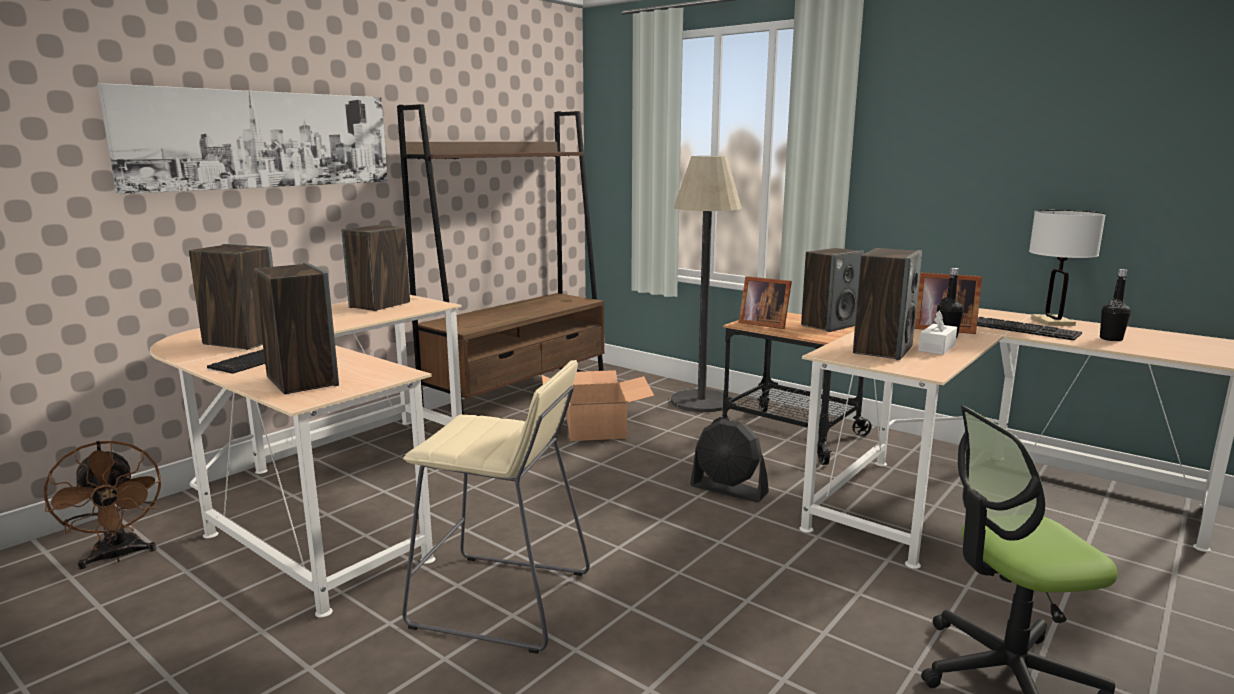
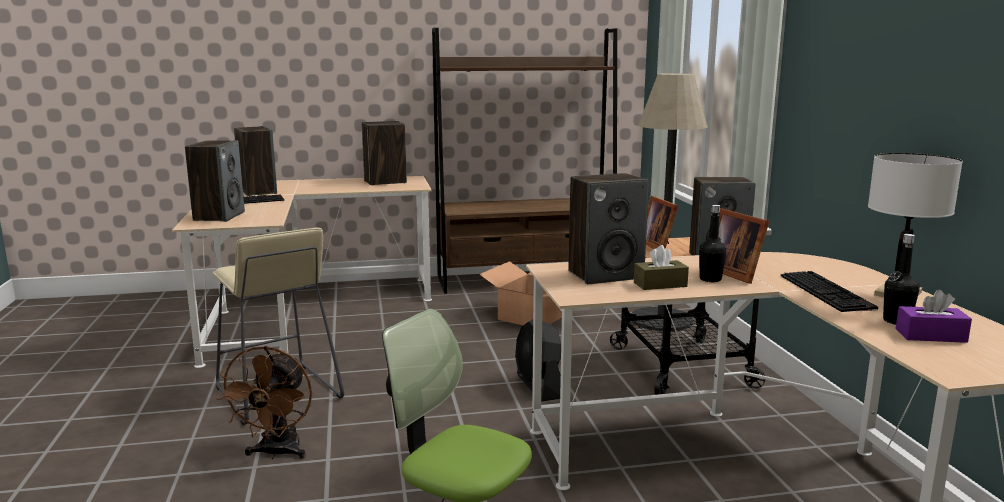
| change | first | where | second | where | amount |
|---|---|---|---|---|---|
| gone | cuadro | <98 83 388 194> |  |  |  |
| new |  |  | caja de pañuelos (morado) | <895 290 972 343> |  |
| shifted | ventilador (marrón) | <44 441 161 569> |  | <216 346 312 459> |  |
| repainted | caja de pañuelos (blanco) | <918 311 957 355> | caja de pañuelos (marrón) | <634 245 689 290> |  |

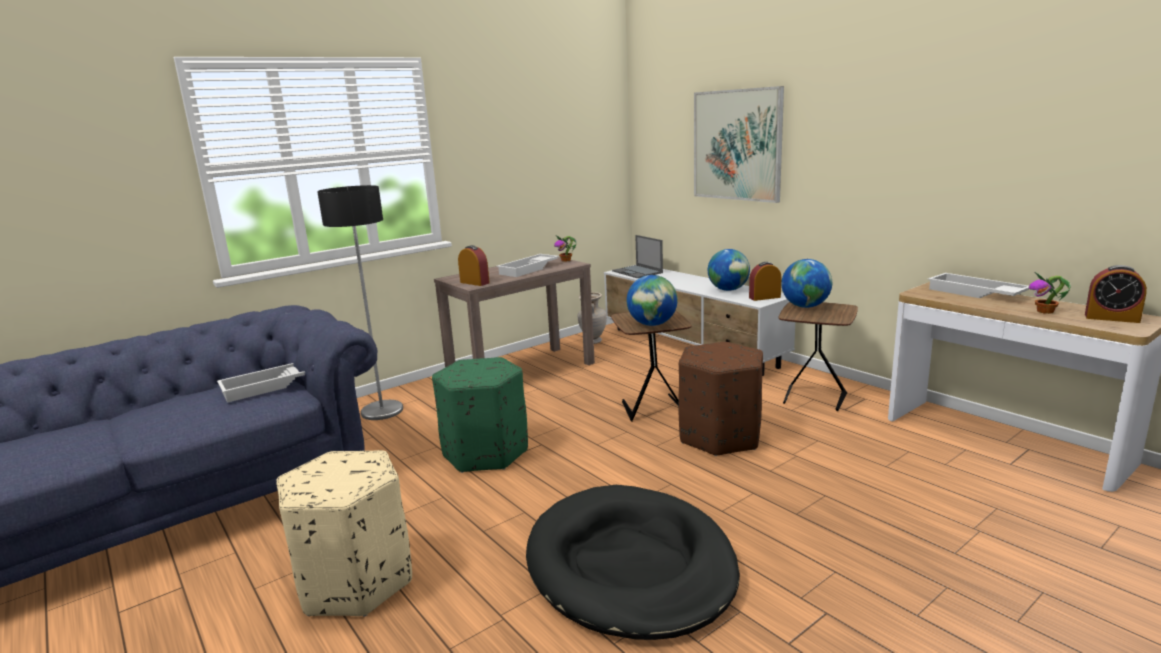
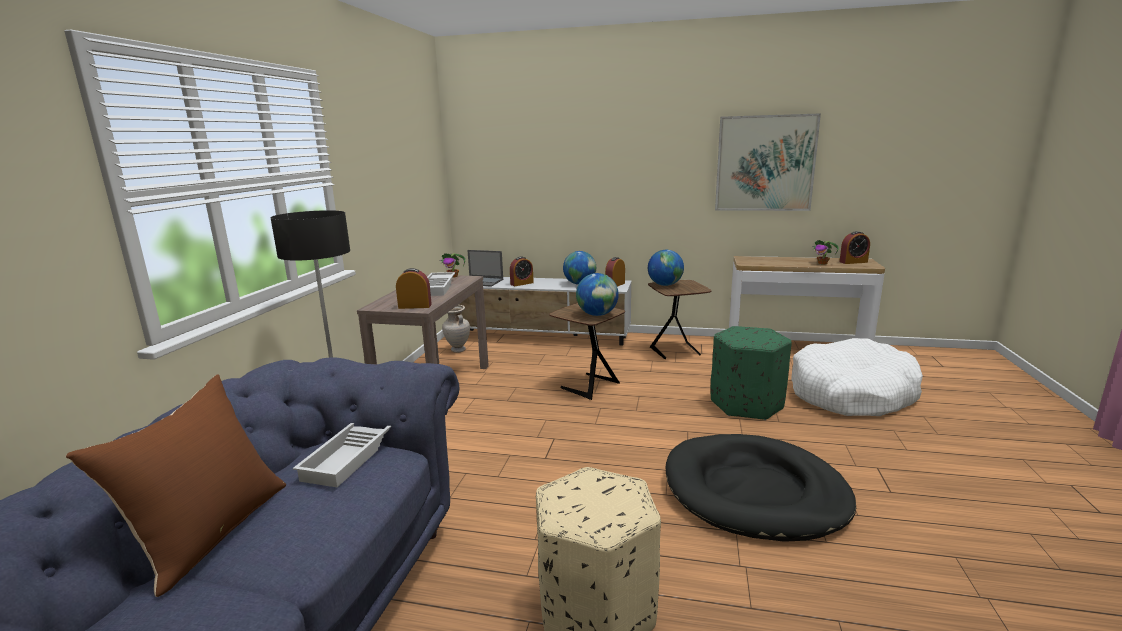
| change | first | where | second | where | amount |
|---|---|---|---|---|---|
| gone | puf (marrón) | <678 342 763 456> |  |  |  |
| gone | bandeja (blanco) | <928 273 1029 298> |  |  |  |
| new |  |  | cojín (marrón) | <66 374 286 597> |  |
| new |  |  | despertador | <510 256 534 286> |  |
| new |  |  | cama para perro (blanco) | <791 338 923 416> |  |
| shifted | puf (verde) | <432 357 528 473> |  | <711 326 792 420> |  |
| shifted | cuadro | <694 86 784 203> |  | <715 113 821 211> |  |

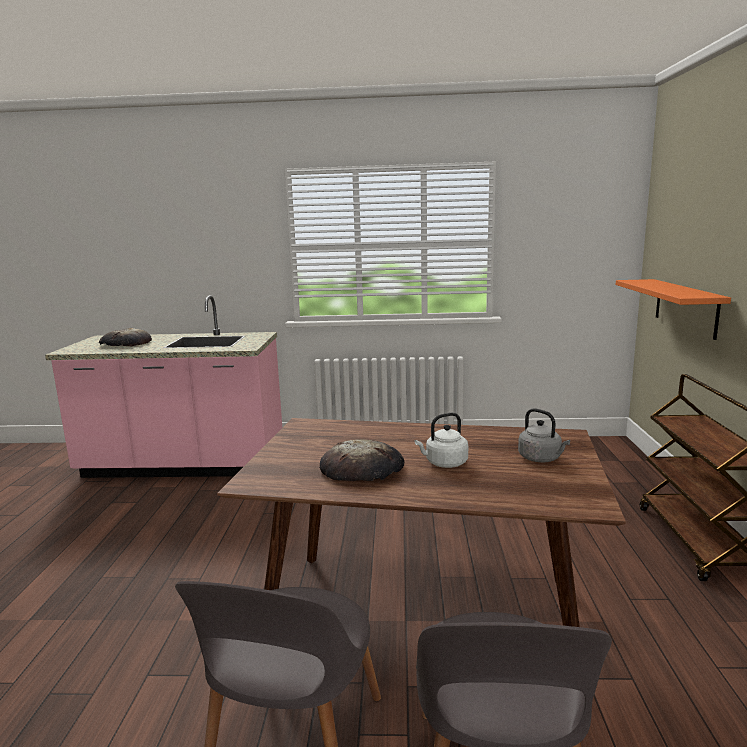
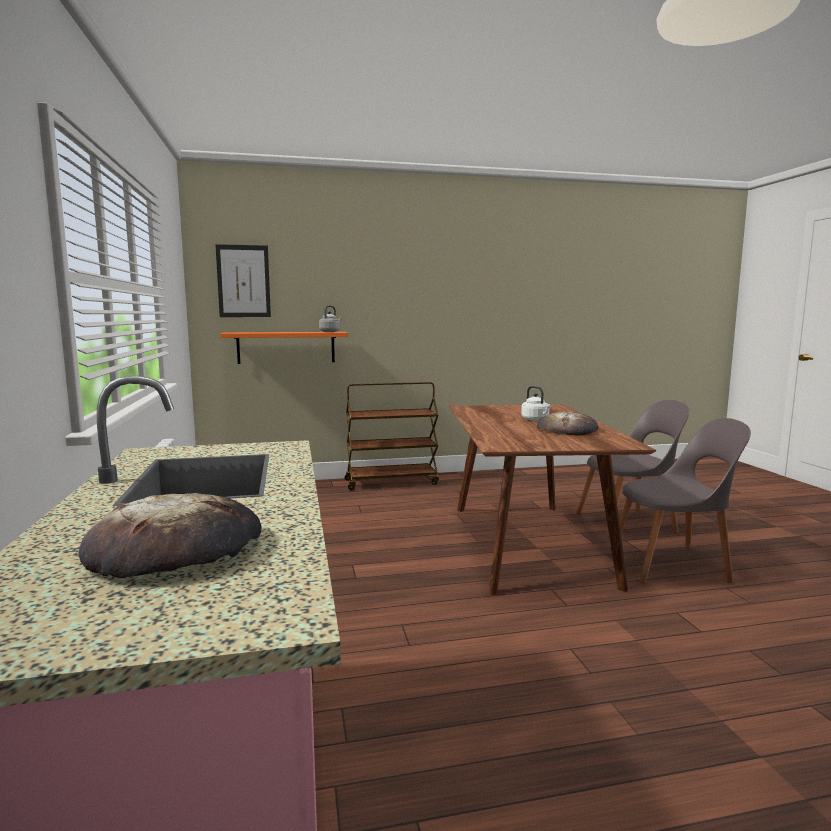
| change | first | where | second | where | amount |
|---|---|---|---|---|---|
| new |  |  | cuadro | <215 244 271 317> |  |
| shifted | hervidor (gris) | <518 408 570 462> |  | <319 305 342 332> |  |

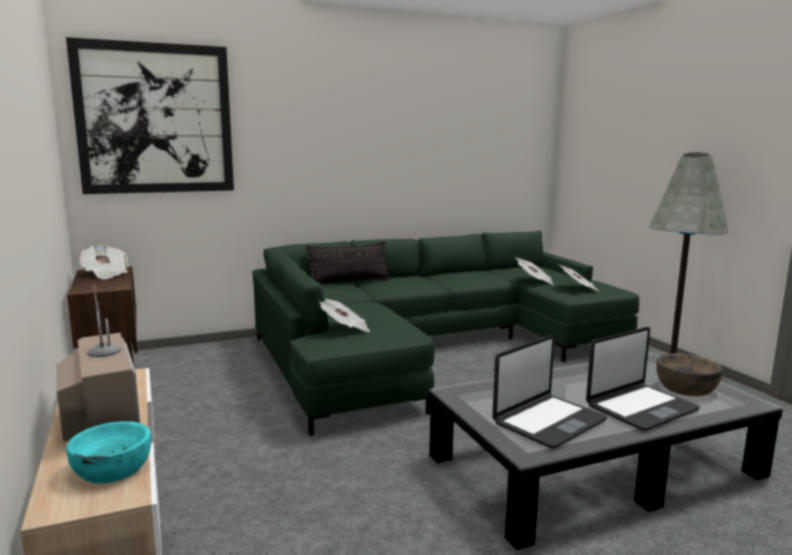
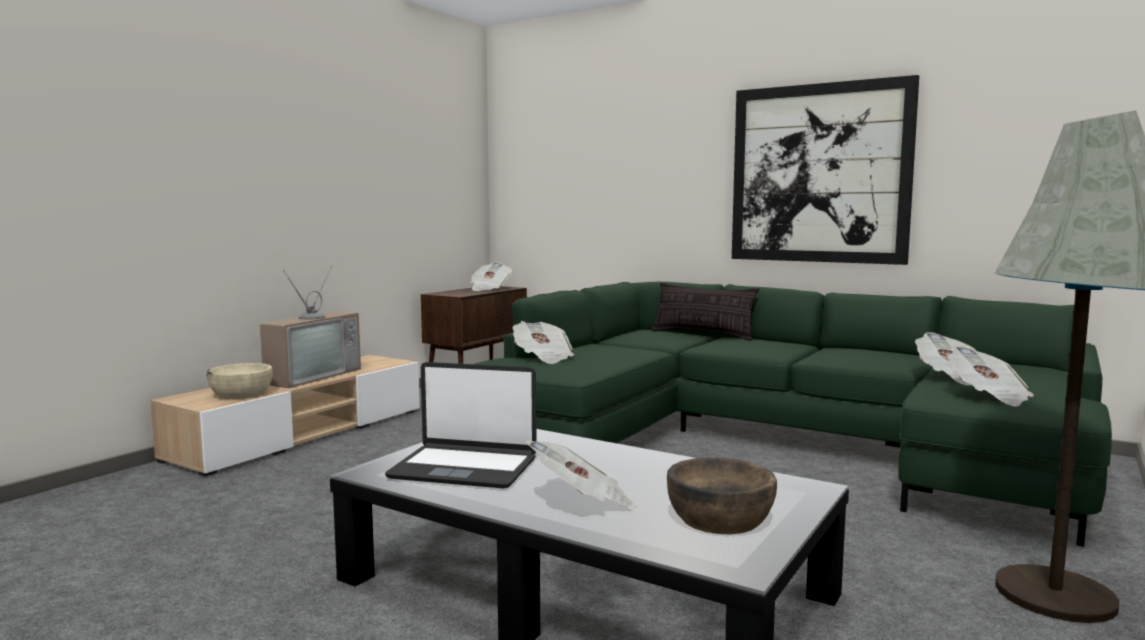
| change | first | where | second | where | amount |
|---|---|---|---|---|---|
| shifted | cuadro | <66 37 234 194> |  | <732 75 919 265> |  |
| swapped | portátil | <586 327 700 431> | periódico | <526 440 636 508> |  |
| repainted | cuenco (turquesa) | <66 421 152 484> | cuenco (beis) | <207 363 273 399> |  |

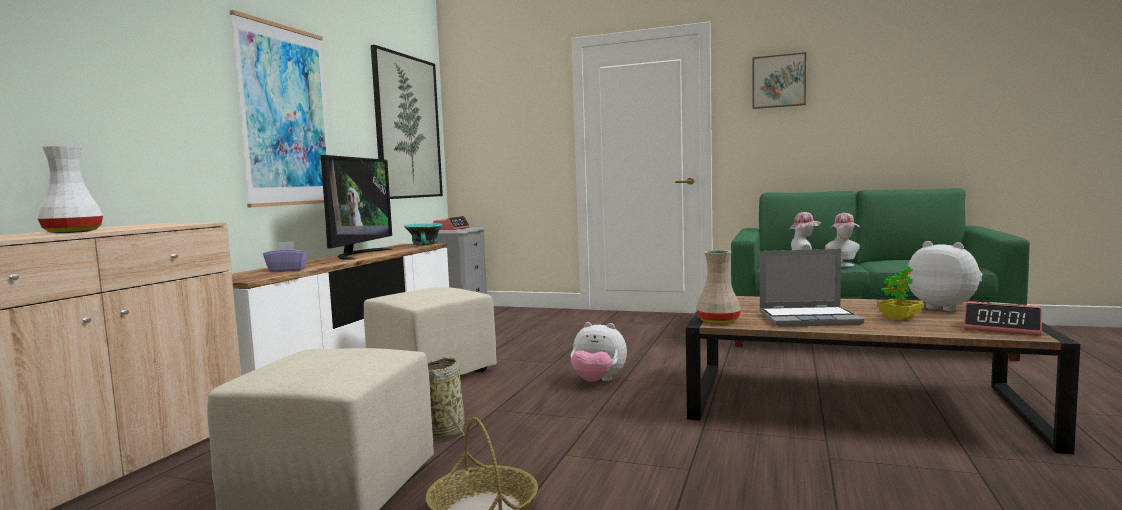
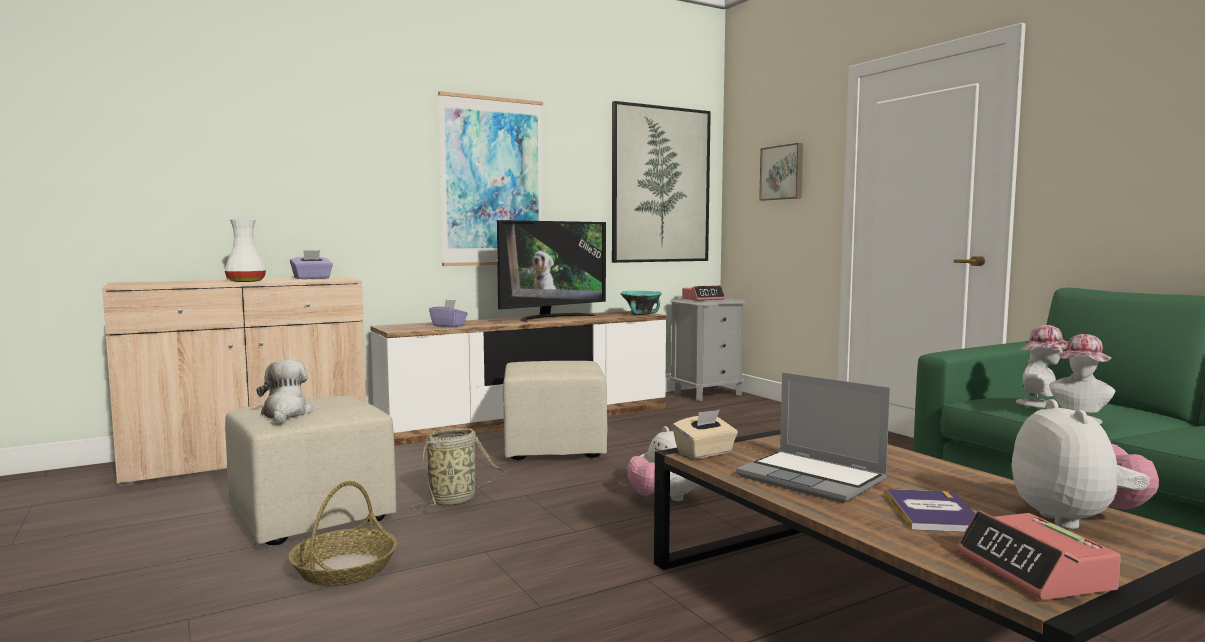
| change | first | where | second | where | amount |
|---|---|---|---|---|---|
| new |  |  | peluche | <257 360 313 423> |  |
| new |  |  | caja de pañuelos (morado) | <290 250 333 279> |  |
| shifted | cuadro | <752 52 806 109> |  | <759 143 803 200> |  |
| swapped | florero (beis) | <696 250 741 324> | caja de pañuelos (beis) | <672 410 738 459> |  |
| swapped | planta en maceta | <877 266 924 321> | libro | <886 489 975 532> |  |

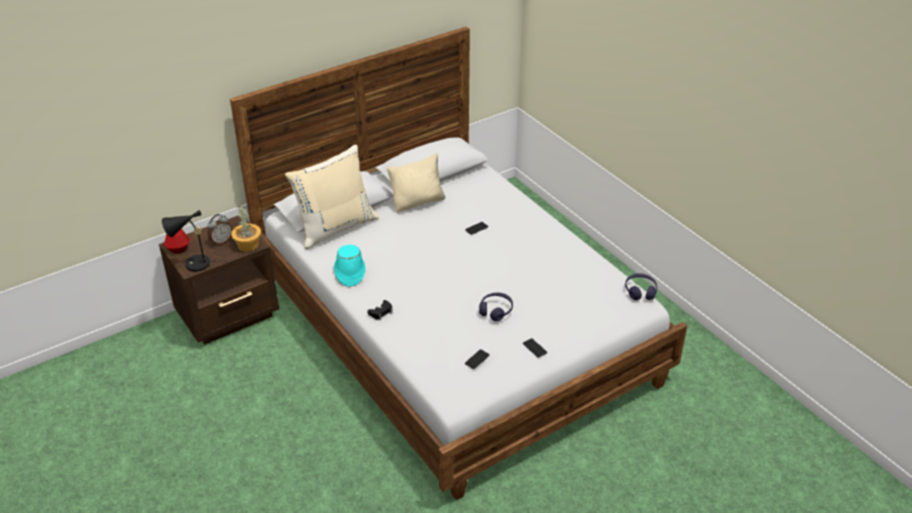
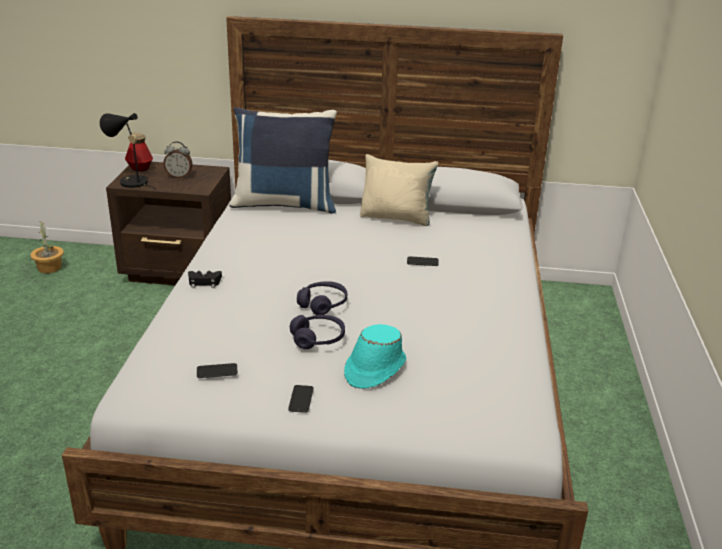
| change | first | where | second | where | amount |
|---|---|---|---|---|---|
| shifted | planta en maceta | <231 206 261 252> |  | <30 220 64 273> |  |
| shifted | sombrero (turquesa) | <334 245 365 287> |  | <344 324 406 389> |  |
| shifted | auriculares (morado) | <625 273 657 300> |  | <297 281 347 315> |  |
| repainted | cojín (beis) | <285 145 379 249> | cojín (azul) | <229 107 337 214> |  |

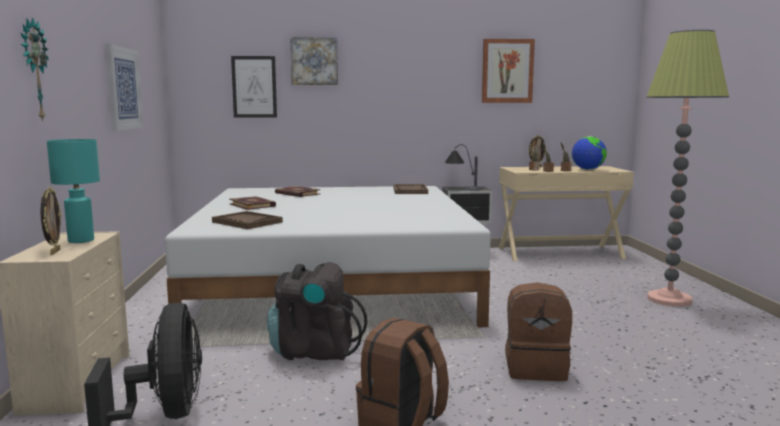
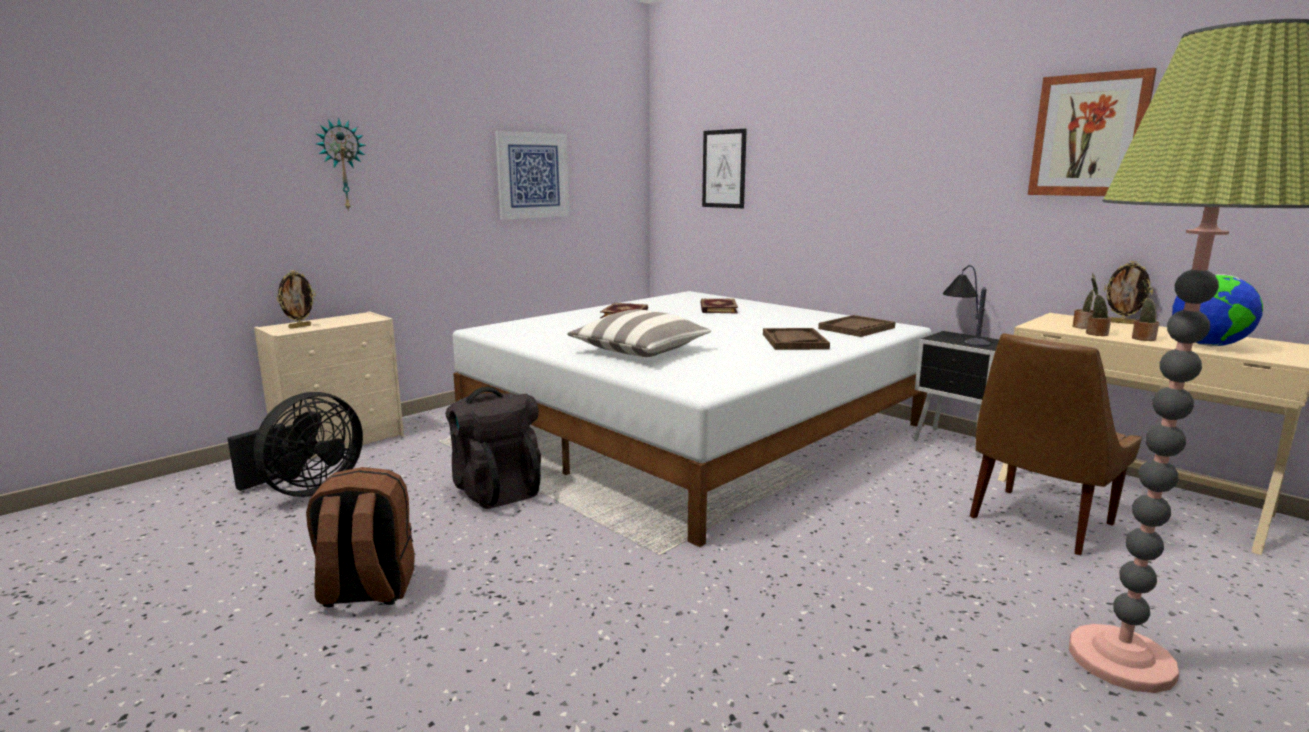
| change | first | where | second | where | amount |
|---|---|---|---|---|---|
| gone | lámpara de mesa (turquesa) | <47 139 100 243> |  |  |  |
| gone | cuadro | <290 37 338 85> |  |  |  |
| gone | mochila (marrón) | <505 282 572 381> |  |  |  |
| new |  |  | cojín | <567 309 711 357> |  |
| new |  |  | silla (marrón) | <970 333 1142 555> |  |
| shifted | bandeja (marrón) | <212 211 283 229> |  | <763 328 830 350> |  |

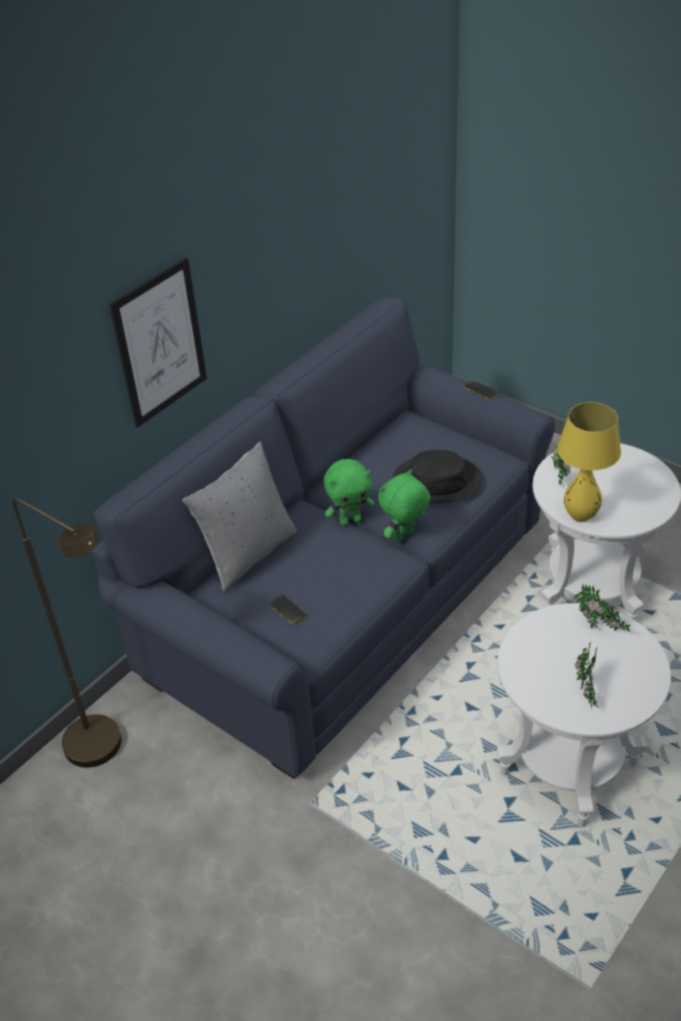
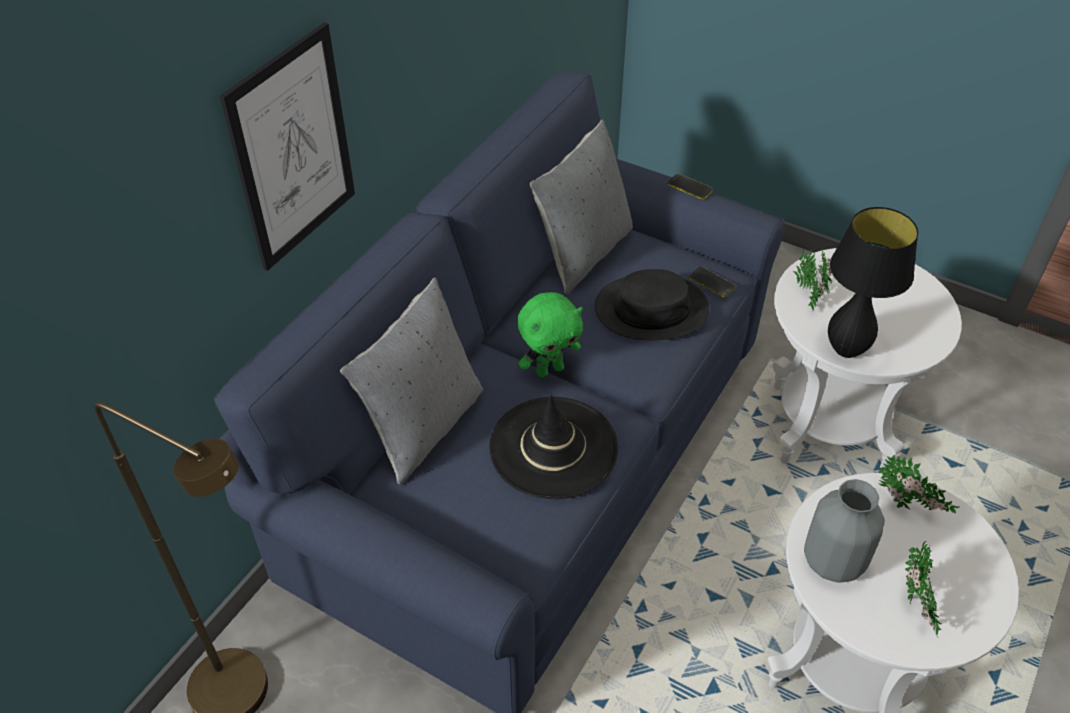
| change | first | where | second | where | amount |
|---|---|---|---|---|---|
| gone | peluche (verde) | <378 469 430 542> |  |  |  |
| new |  |  | sombrero (negro) | <489 395 618 499> |  |
| new |  |  | cojín (gris) | <530 119 633 294> |  |
| new |  |  | florero (gris) | <804 479 885 583> |  |
| shifted | móvil | <269 594 307 625> |  | <689 266 735 297> |  |
| repainted | lámpara de mesa (amarillo) | <557 402 621 522> | lámpara de mesa (negro) | <828 207 918 358> |  |

